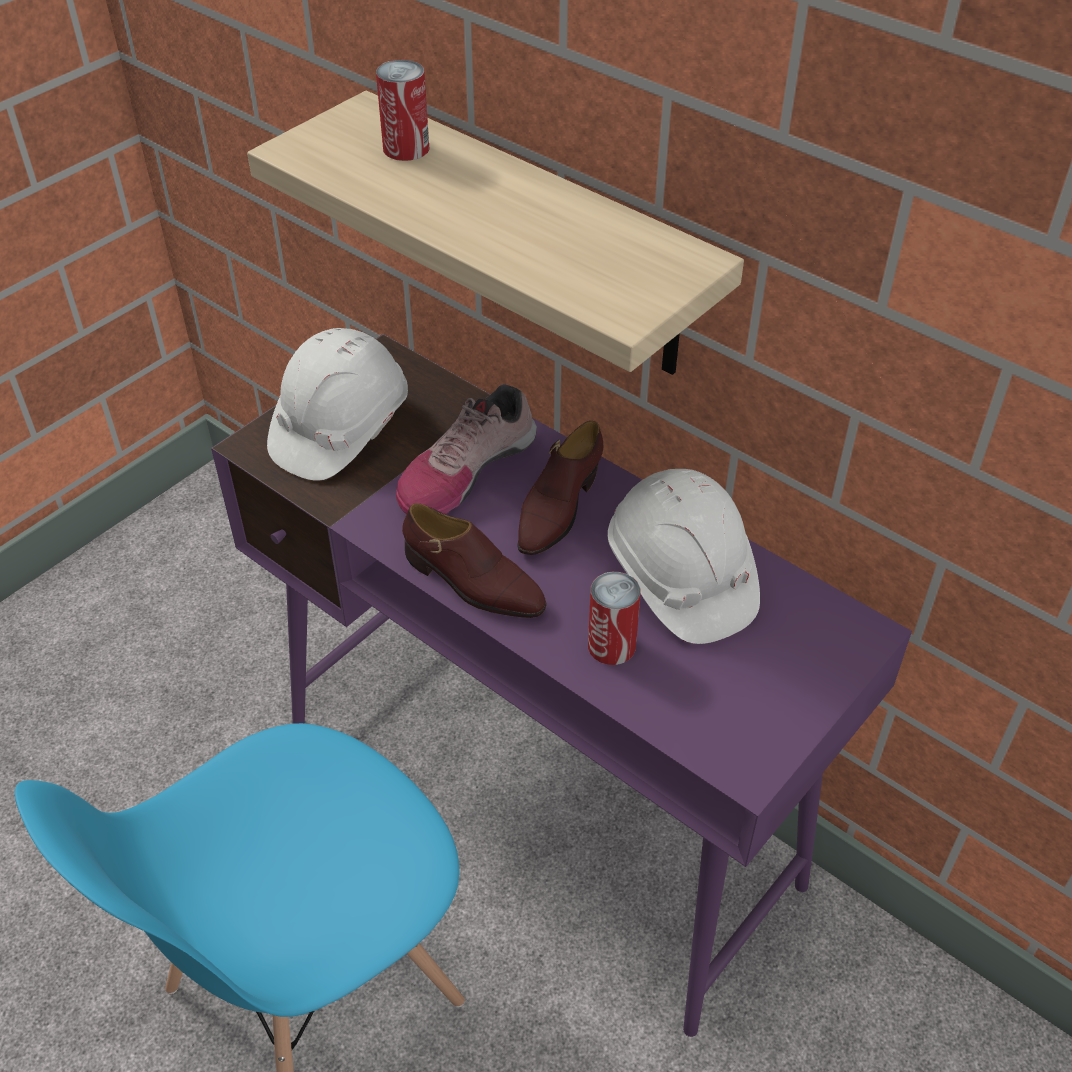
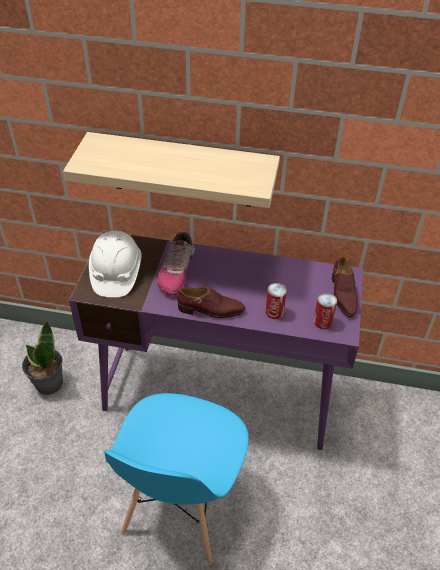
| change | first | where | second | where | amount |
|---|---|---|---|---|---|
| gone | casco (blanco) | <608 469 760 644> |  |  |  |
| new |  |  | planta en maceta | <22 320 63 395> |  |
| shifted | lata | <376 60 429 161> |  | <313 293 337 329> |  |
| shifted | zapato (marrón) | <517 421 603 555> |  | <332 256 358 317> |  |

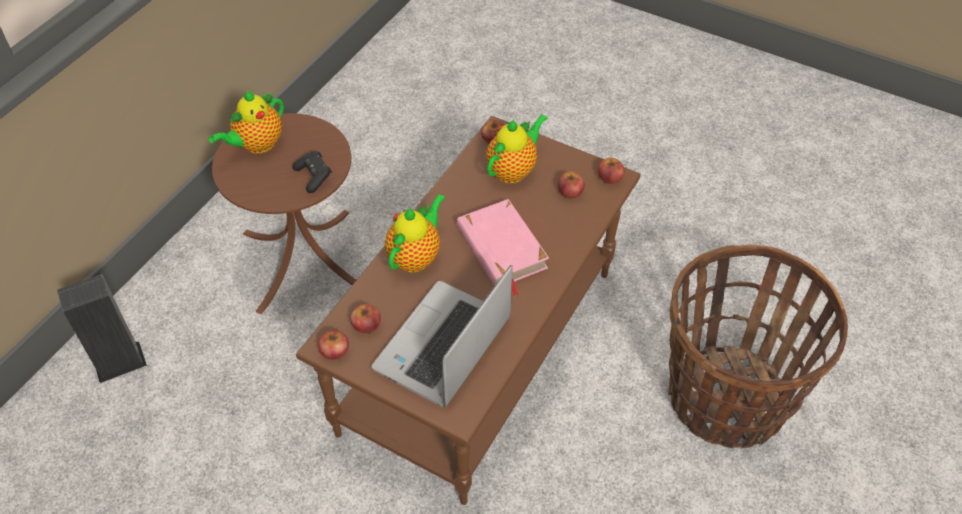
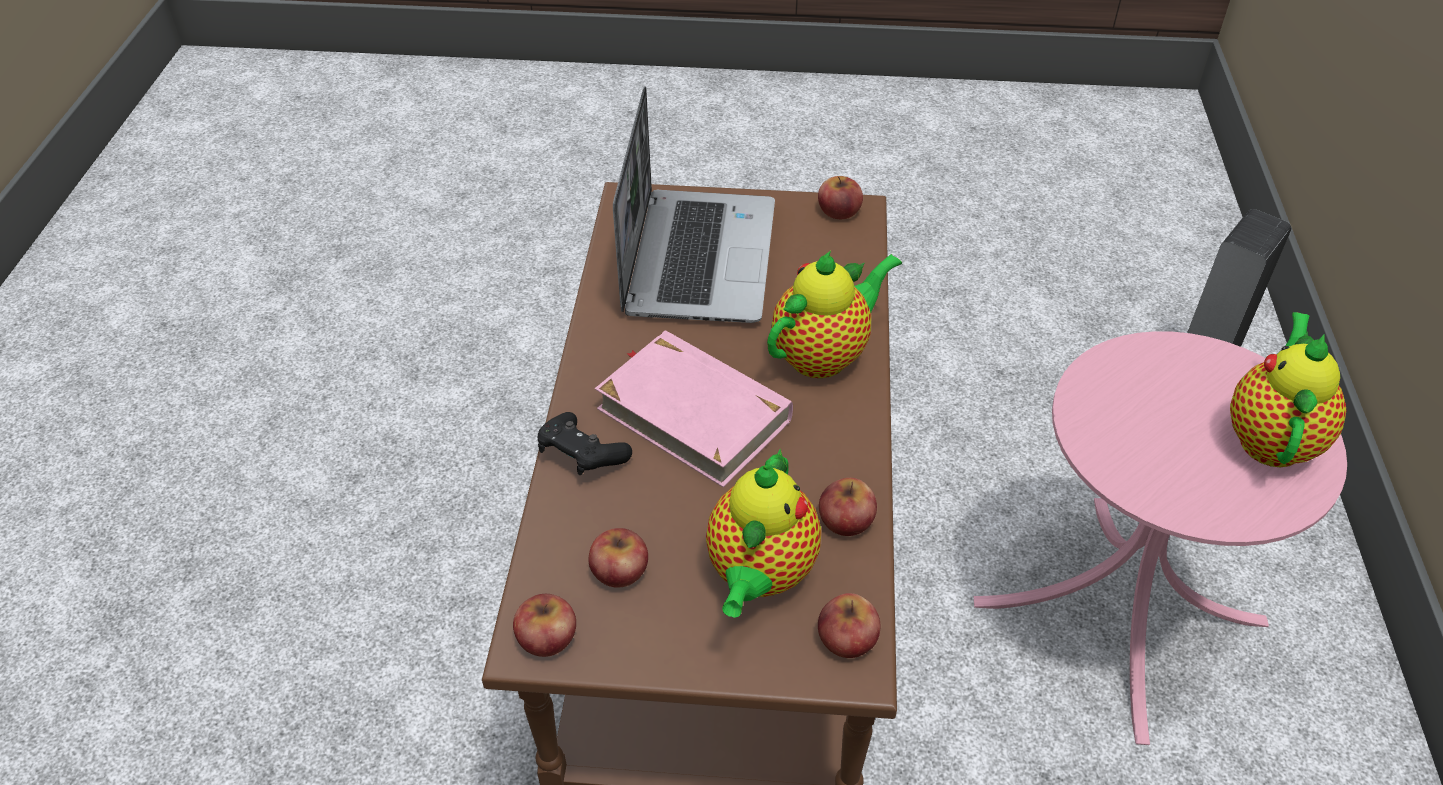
| change | first | where | second | where | amount |
|---|---|---|---|---|---|
| gone | cesta | <668 245 848 449> |  |  |  |
| shifted | mando de consola (negro) | <292 151 332 193> |  | <538 412 632 475> |  |
| shifted | manzana | <350 304 381 333> |  | <819 478 877 536> |  |
| repainted | mesa auxiliar (marrón) | <212 113 356 314> | mesa auxiliar (rosa) | <974 331 1347 745> |  |
| rotated | tetera | <385 194 446 272> |  | <767 251 902 378> | 135 degrees counterclockwise |

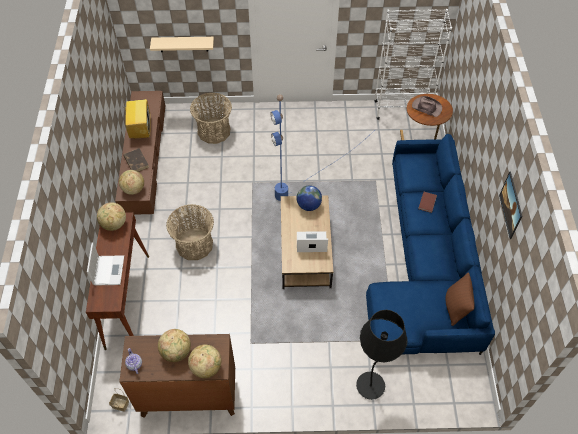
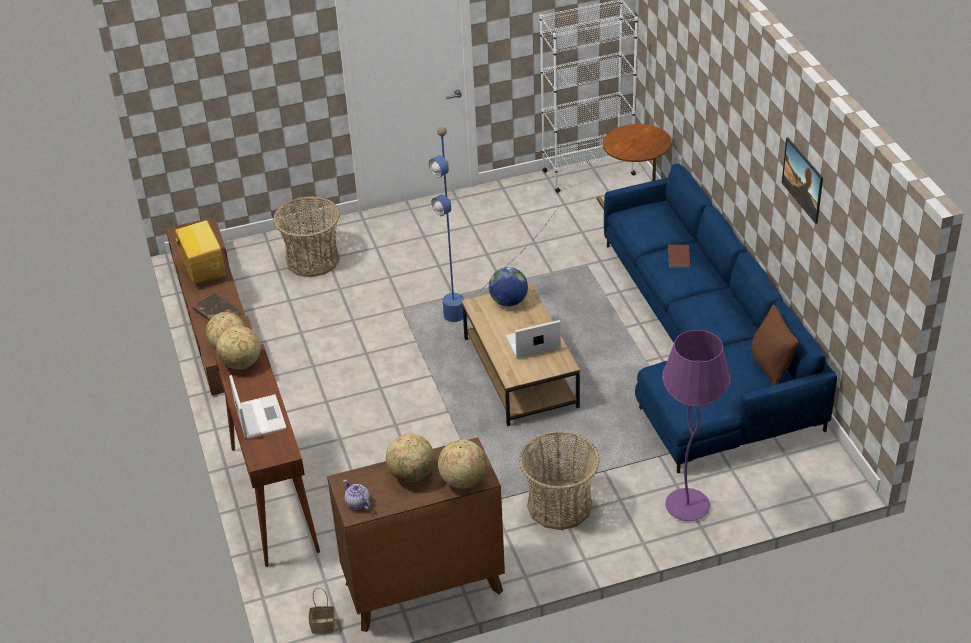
| change | first | where | second | where | amount |
|---|---|---|---|---|---|
| gone | estante (beis) | <150 37 214 52> |  |  |  |
| gone | sombrero (marrón) | <412 96 442 117> |  |  |  |
| shifted | cesta | <166 204 214 260> |  | <519 431 600 530> |  |
| repainted | lámpara de pie (negro) | <356 310 408 400> | lámpara de pie (morado) | <662 330 731 521> |  |

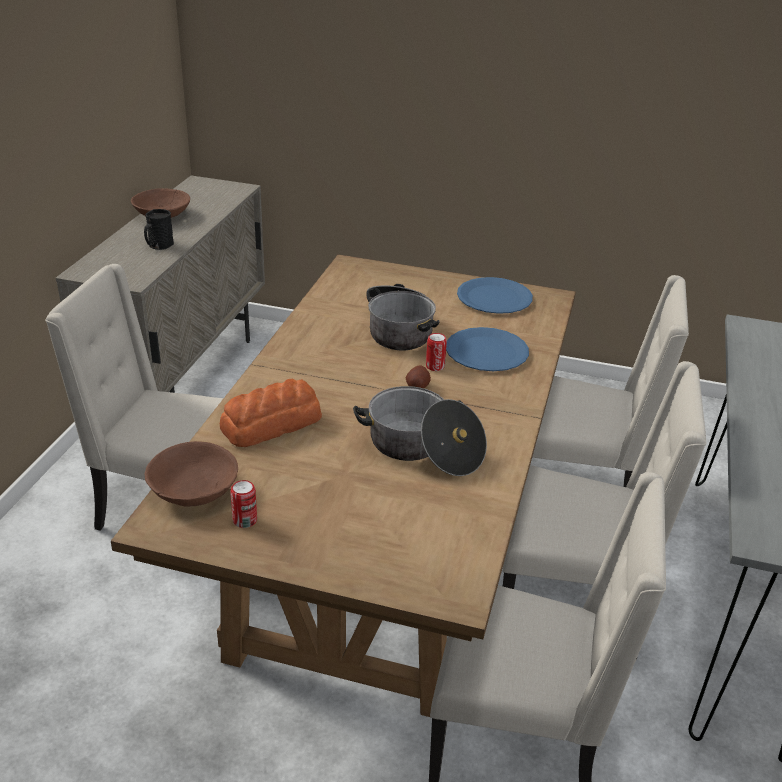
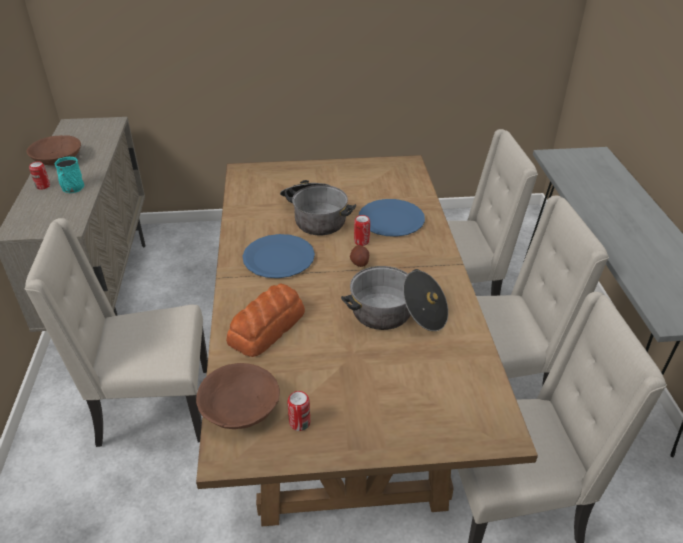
| change | first | where | second | where | amount |
|---|---|---|---|---|---|
| new |  |  | lata | <29 161 50 190> |  |
| shifted | plato (azul) | <457 277 533 314> |  | <243 234 315 278> |  |
| repainted | taza grande (negro) | <144 209 174 250> | taza grande (turquesa) | <54 157 85 193> |  |

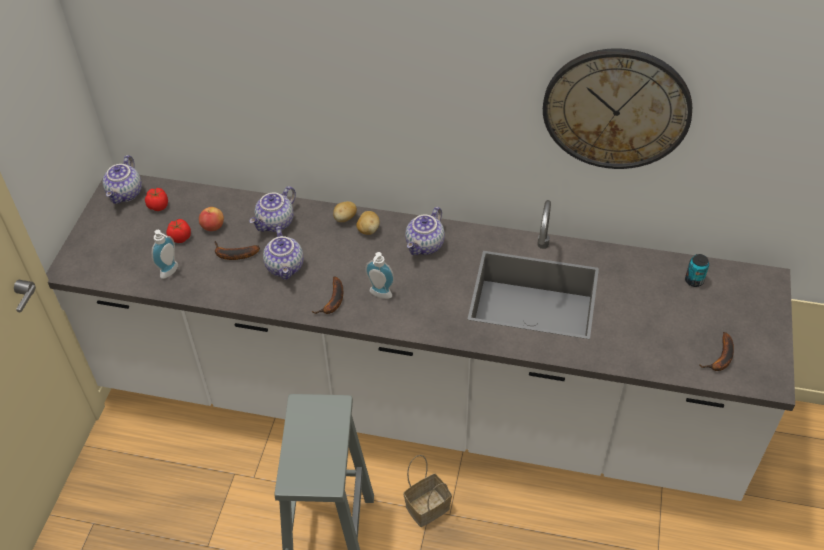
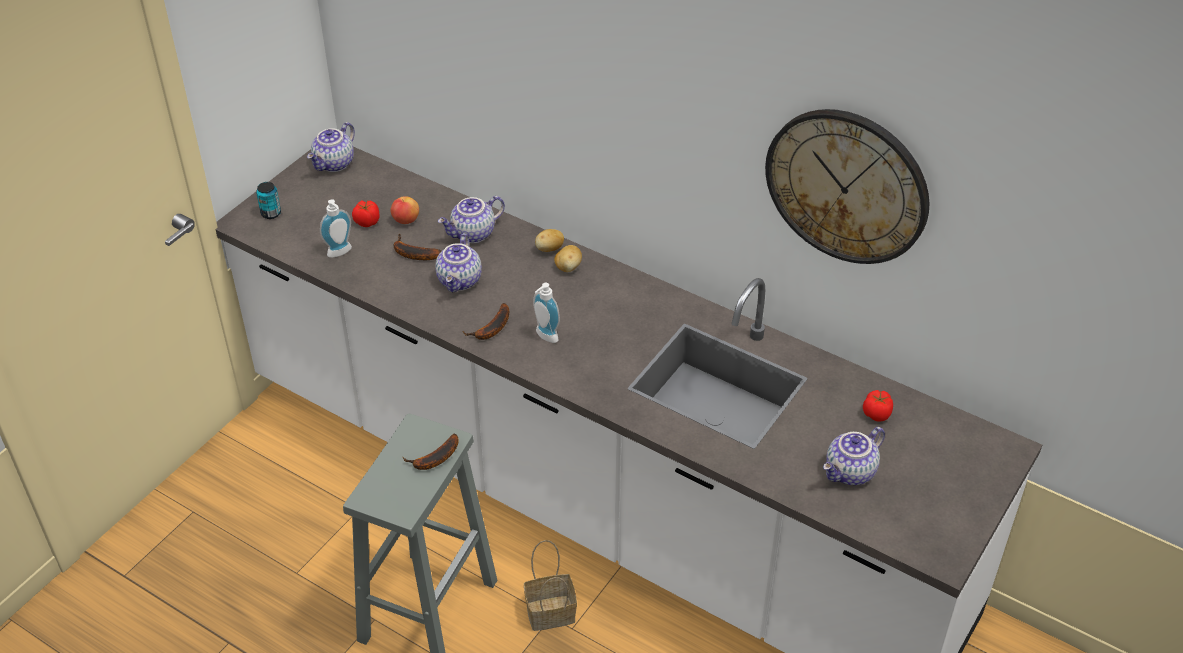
| change | first | where | second | where | amount |
|---|---|---|---|---|---|
| shifted | tomate | <145 188 168 211> |  | <863 390 893 422> |  |
| shifted | tetera | <405 207 445 256> |  | <823 427 885 485> |  |
| shifted | lata | <685 254 709 287> |  | <256 182 281 219> |  |
| shifted | plátano | <699 332 734 371> |  | <403 434 459 470> |  |

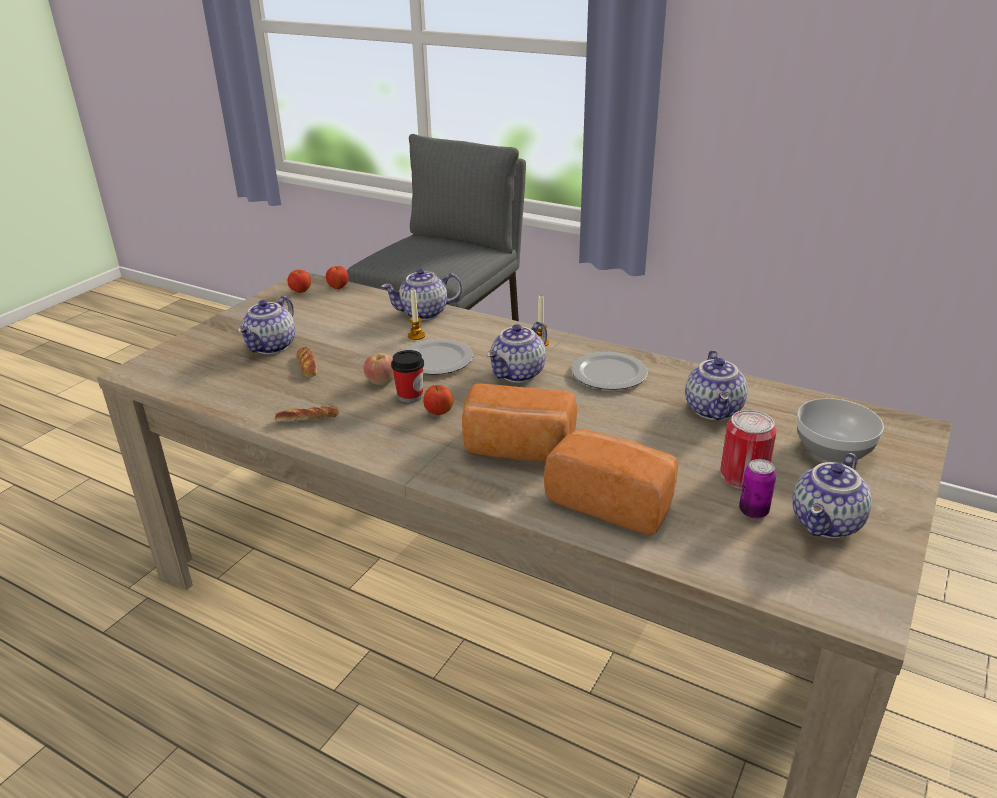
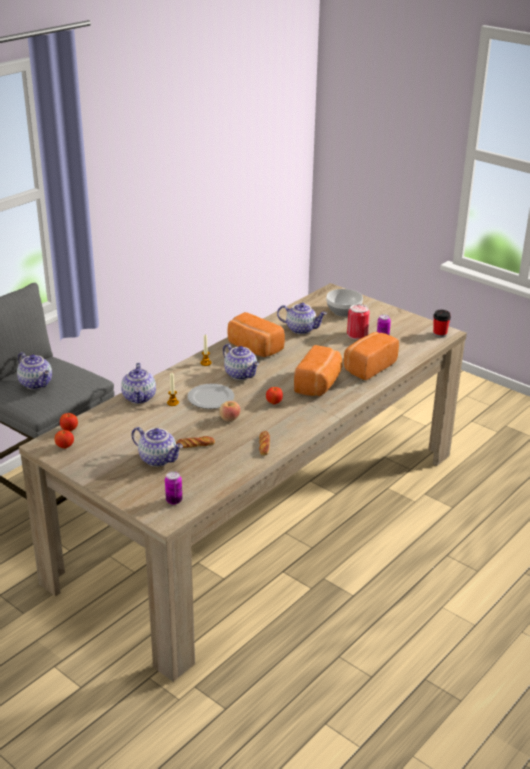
| change | first | where | second | where | amount |
|---|---|---|---|---|---|
| new |  |  | lata | <165 471 182 505> |  |
| shifted | taza | <391 350 424 403> |  | <433 310 451 338> |  |
| shifted | tetera | <792 453 872 538> |  | <17 352 52 390> |  |
| swapped | plato | <571 352 648 390> | pan | <227 312 285 357> |  |

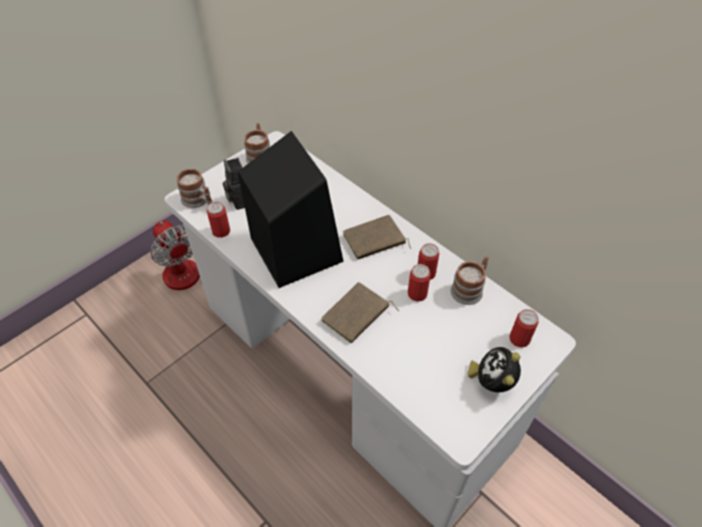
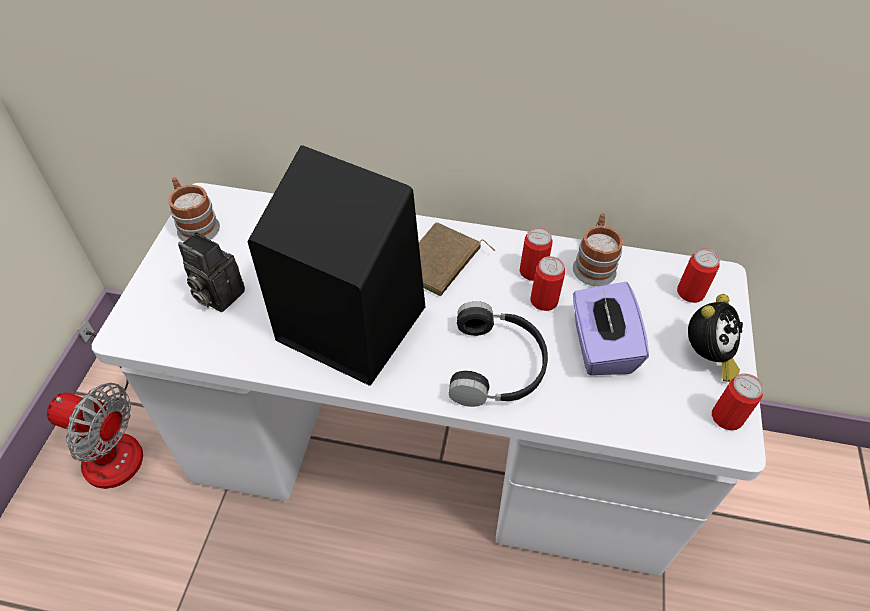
| change | first | where | second | where | amount |
|---|---|---|---|---|---|
| gone | taza grande | <176 169 212 208> |  |  |  |
| new |  |  | caja de pañuelos (morado) | <573 282 649 375> |  |
| shifted | lata | <207 202 230 238> |  | <712 374 764 430> |  |
| swapped | libro (marrón) | <321 282 399 343> | auriculares (negro) | <449 301 548 407> |  |
| rotated | despertador | <467 347 521 392> |  | <688 294 743 382> | 120 degrees counterclockwise |

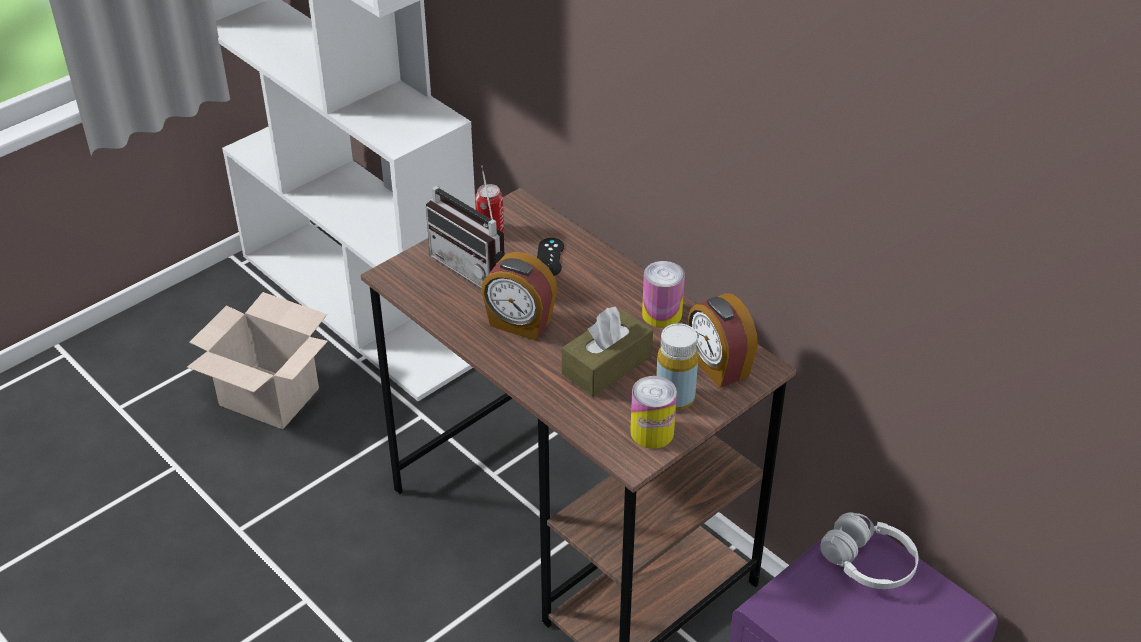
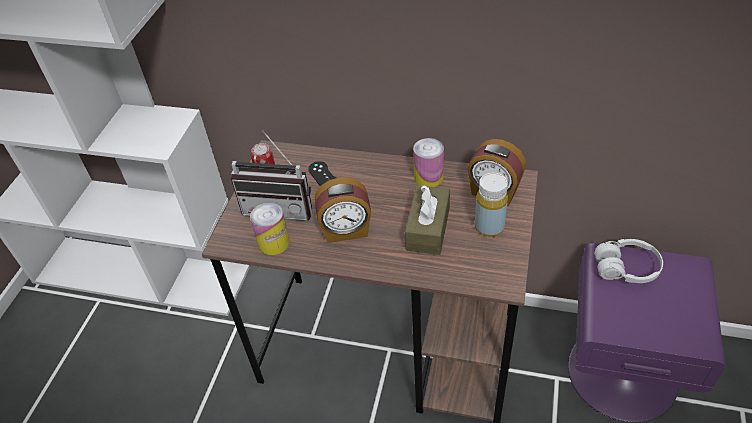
| change | first | where | second | where | amount |
|---|---|---|---|---|---|
| gone | caja de cartón | <187 292 328 429> |  |  |  |
| shifted | lata | <630 376 677 449> |  | <250 203 290 255> |  |

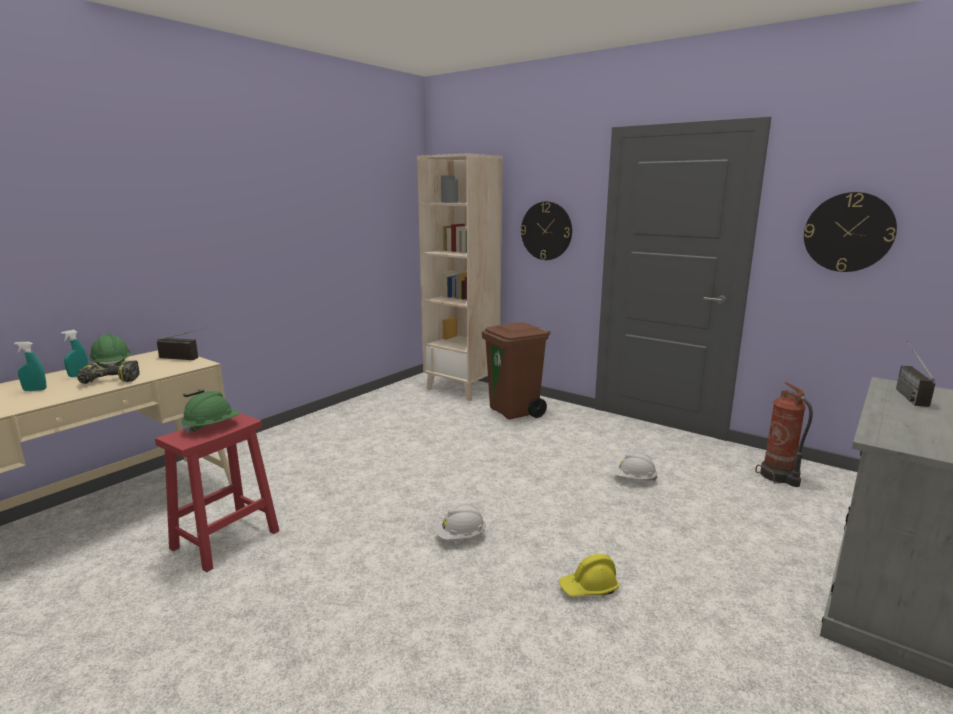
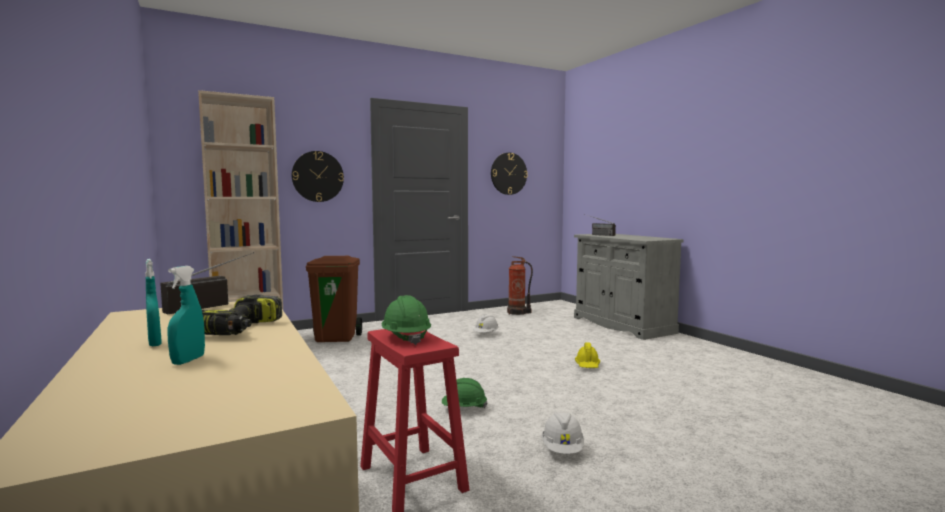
| change | first | where | second | where | amount |
|---|---|---|---|---|---|
| shifted | casco (verde) | <89 334 132 368> |  | <442 378 487 408> |  |
| shifted | casco (blanco) | <436 503 486 540> |  | <542 412 584 454> |  |

